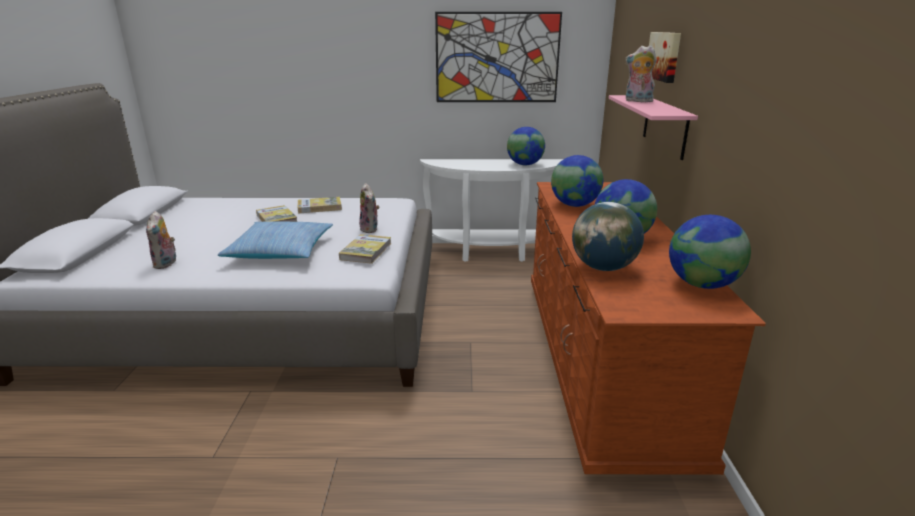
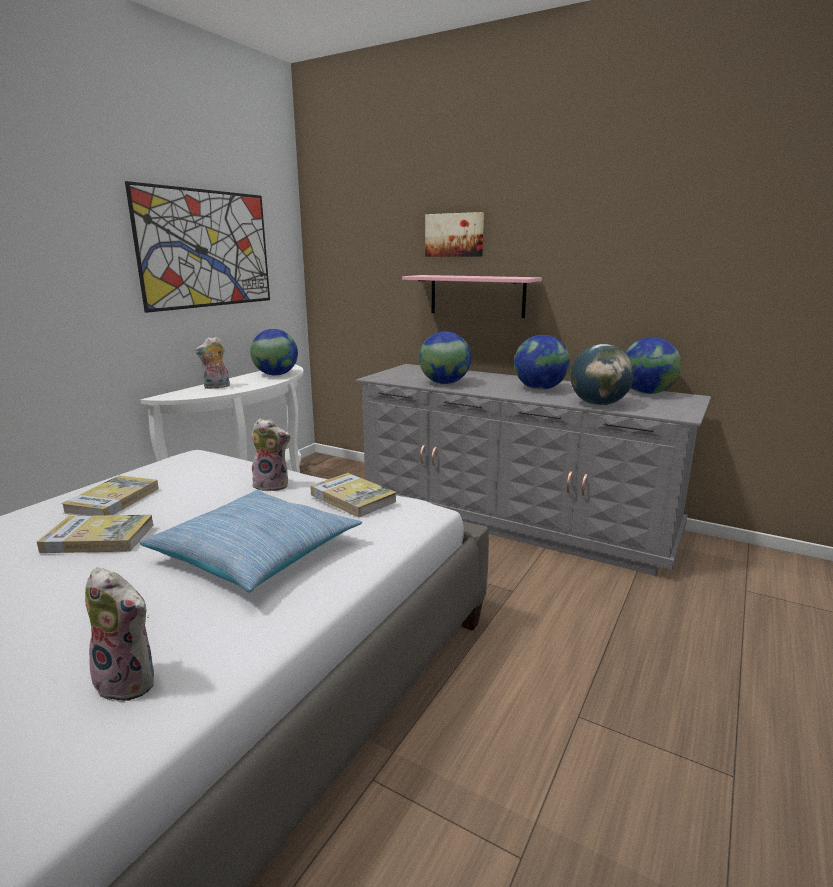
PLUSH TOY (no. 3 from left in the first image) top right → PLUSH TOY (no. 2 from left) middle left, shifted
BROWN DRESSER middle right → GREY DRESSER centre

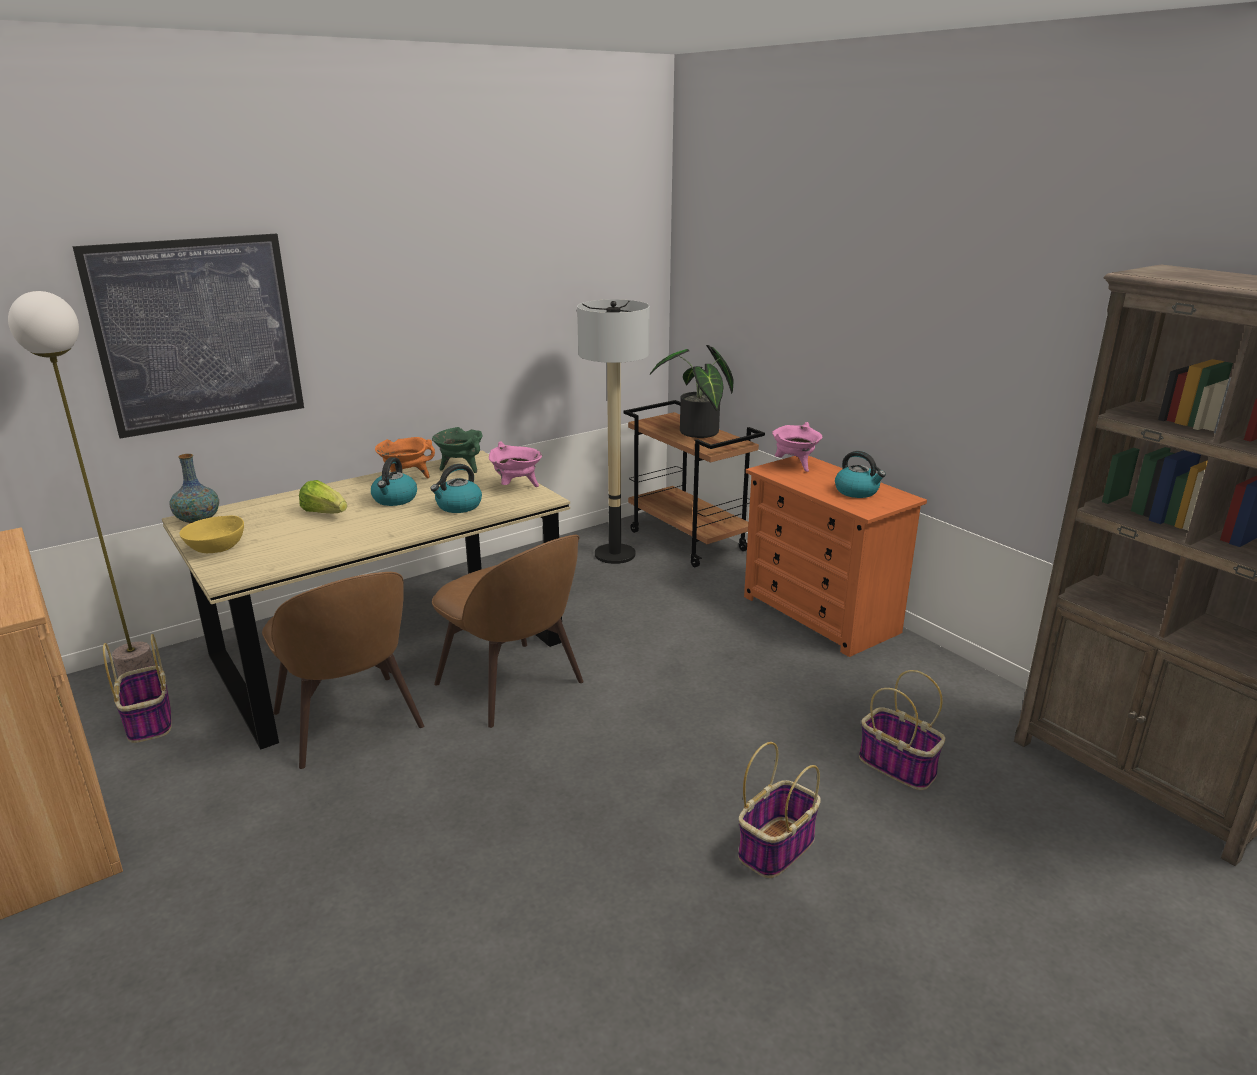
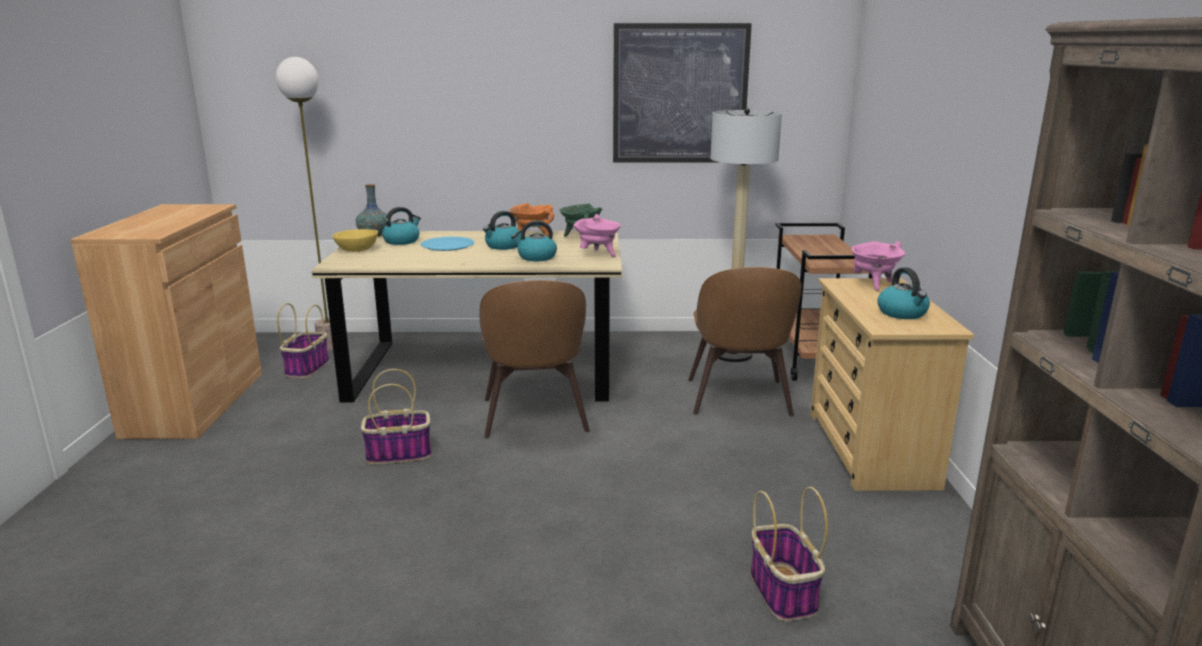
POTTED PLANT centre → -
- → KETTLE (no. 1 from left) centre
PICTURE top left → PICTURE top centre, shifted
BROWN CHAIR (no. 1 from left in the first image) middle left → BROWN CHAIR (no. 2 from left) centre, shifted
BASKET (no. 2 from left) bottom centre → BASKET (no. 2 from left) middle left, shifted
LETTUCE middle left → BLUE PLATE centre
ORANGE DRESSER centre → BEIGE DRESSER middle right

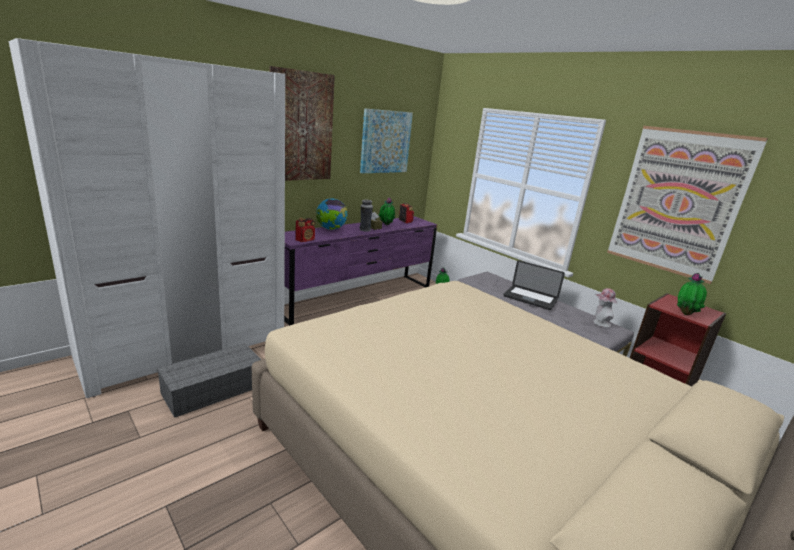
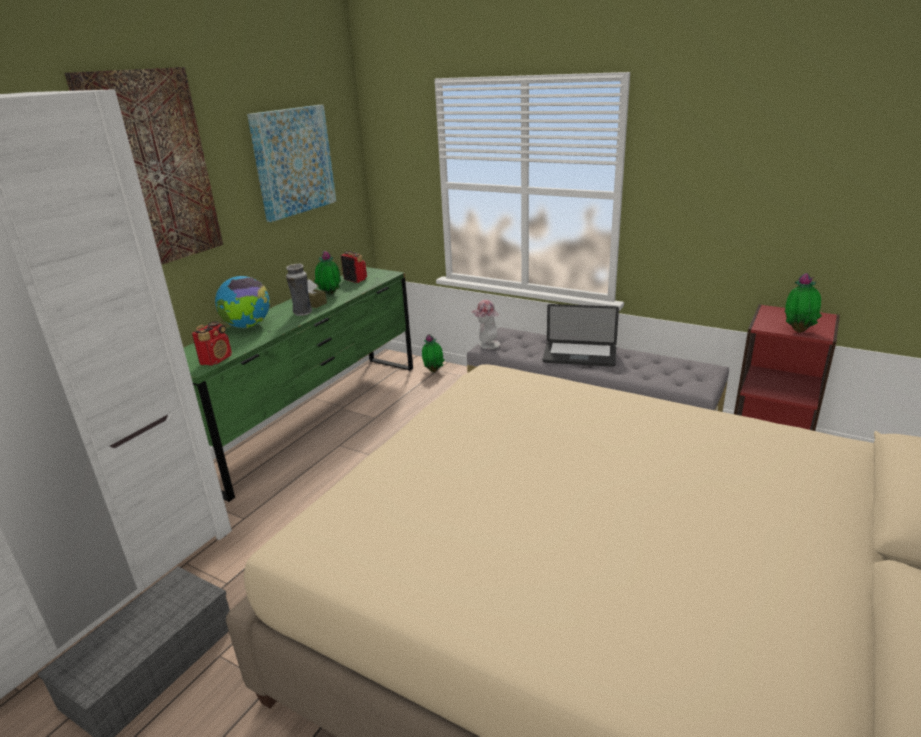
PICTURE (no. 3 from left) middle right → -
HAT middle right → HAT centre, shifted
PURPLE DRESSER centre → GREEN DRESSER middle left

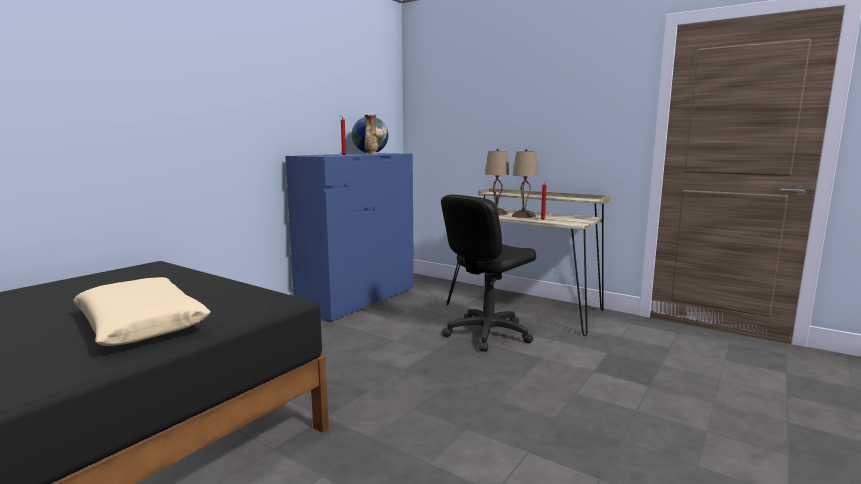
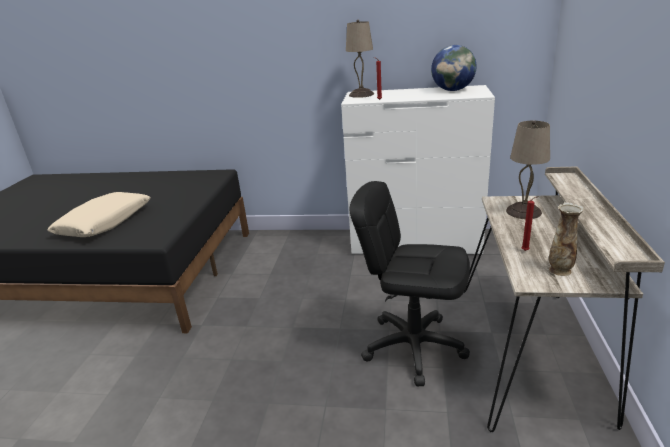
VASE top centre → VASE middle right, shifted
BEIGE TABLE LAMP (no. 2 from left in the first image) centre → BEIGE TABLE LAMP (no. 1 from left) top centre, shifted
BLUE DRESSER centre → WHITE DRESSER centre

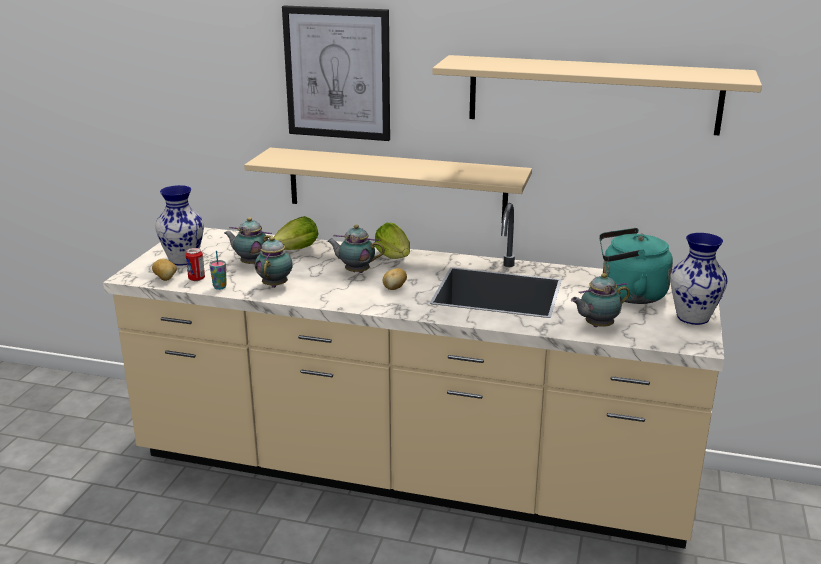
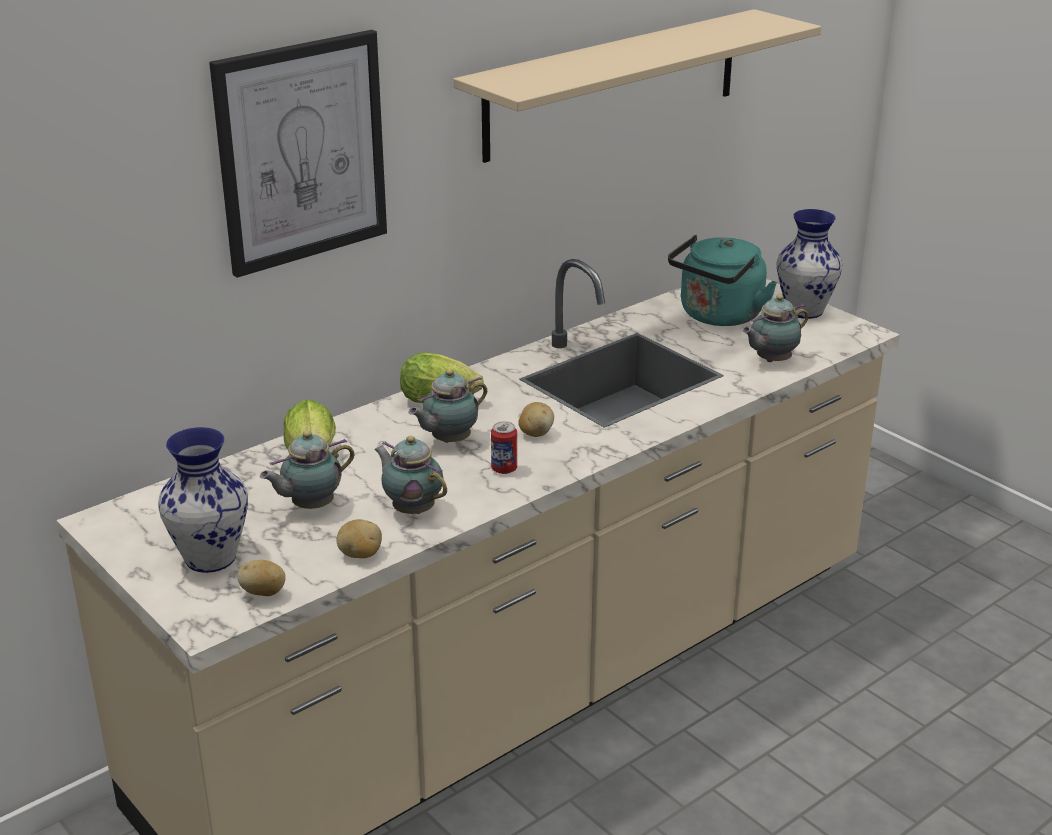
BEIGE SHELF (no. 1 from left) top centre → -
CAN middle left → CAN centre, shifted
CUP middle left → POTATO (no. 2 from left) centre
TEAPOT (no. 4 from left) middle right, 45 degrees clockwise

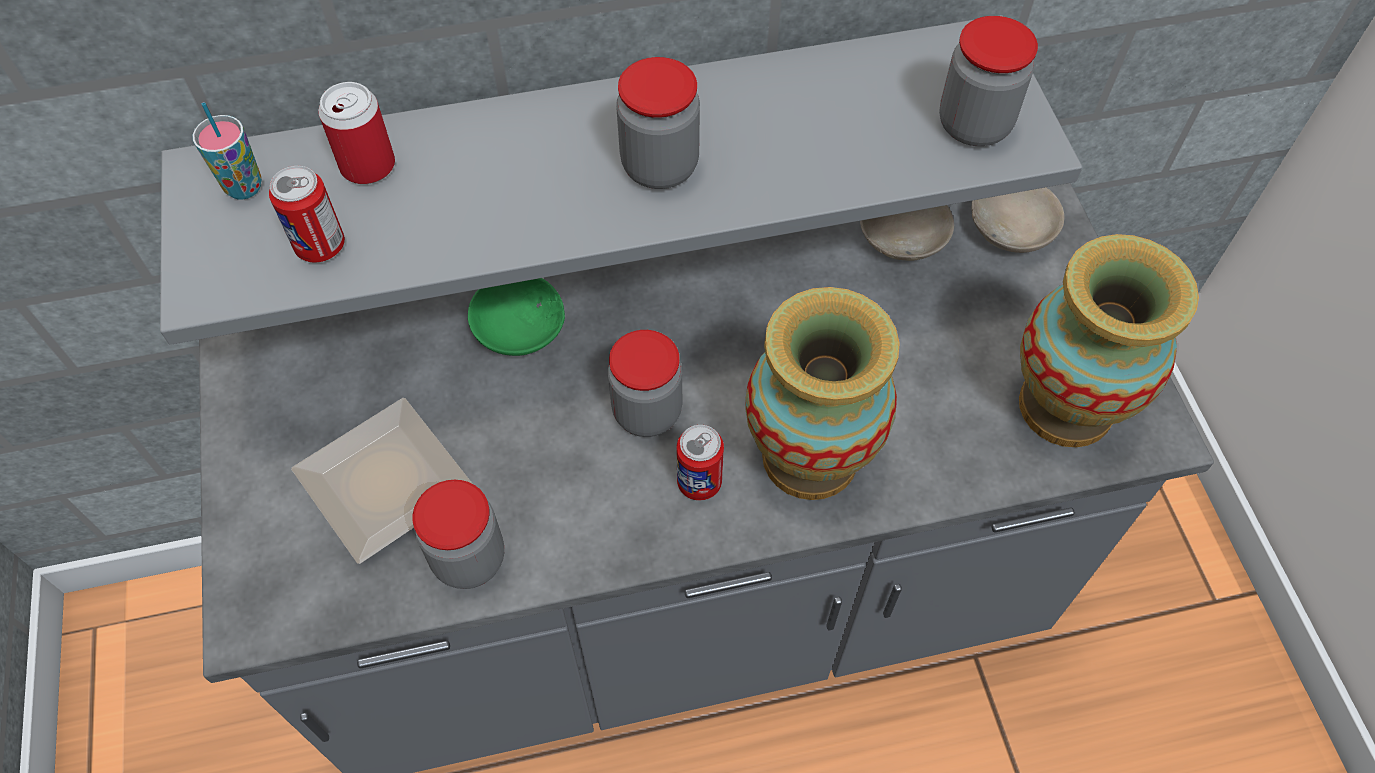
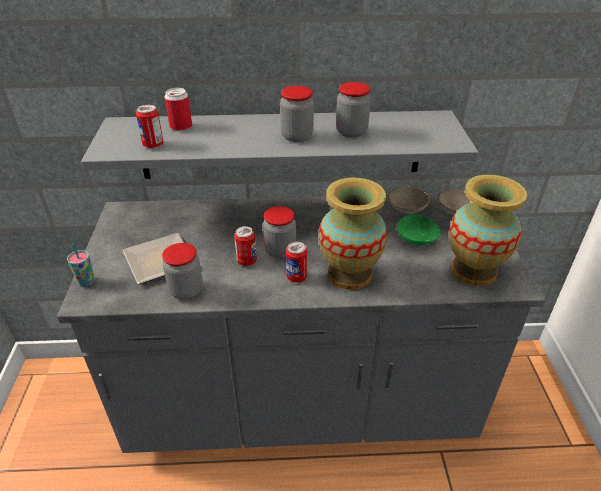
- → CAN (no. 3 from left) centre
CUP top left → CUP middle left, shifted
GREEN BOWL centre → GREEN BOWL middle right, shifted
JAR (no. 4 from left) top right → JAR (no. 4 from left) top centre, shifted

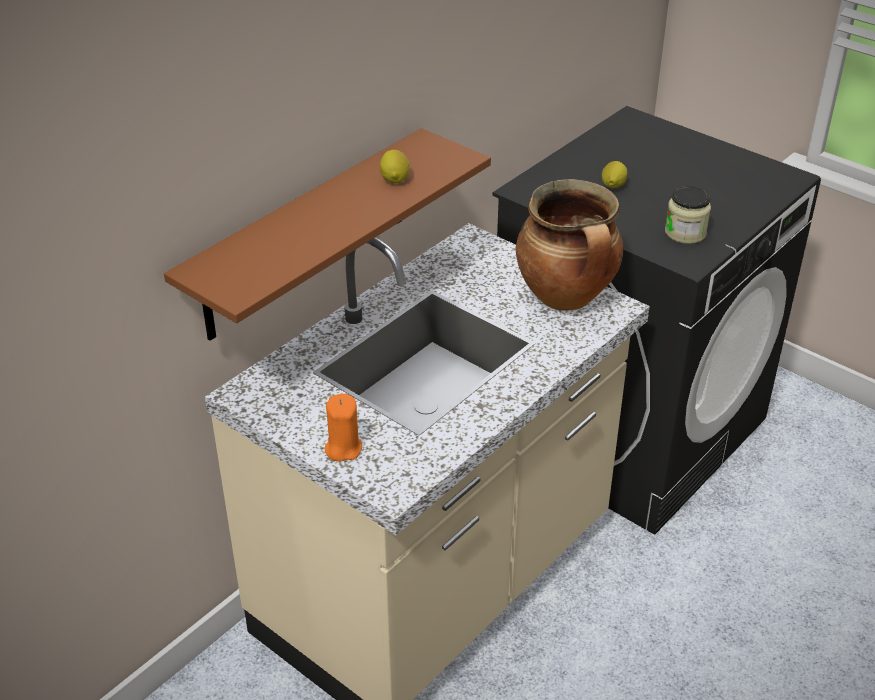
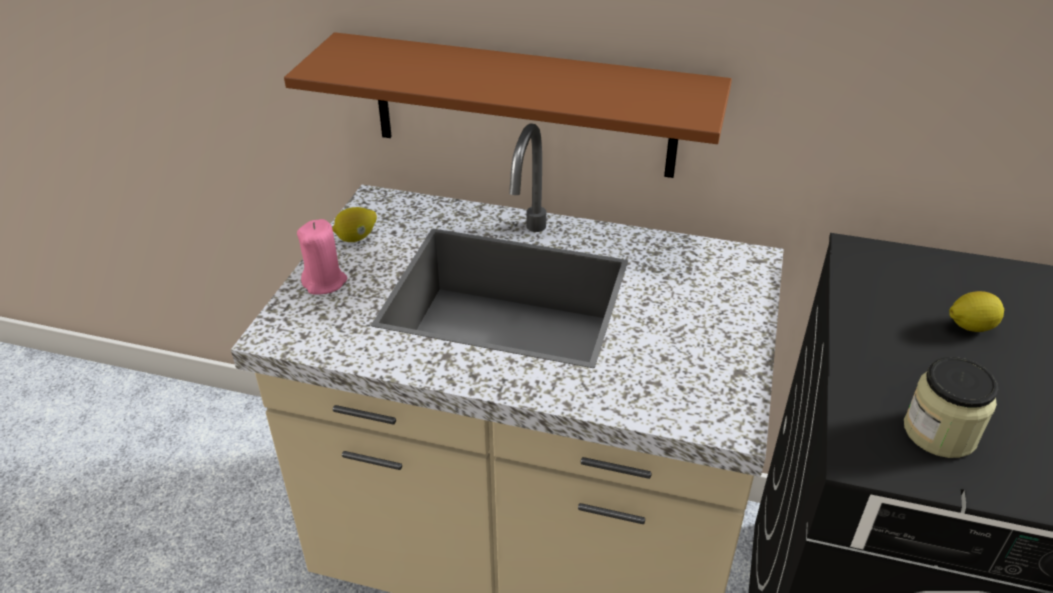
COOKING POT centre → -
LEMON (no. 1 from left) top centre → LEMON (no. 1 from left) centre, shifted
ORANGE CANDLE centre → PINK CANDLE middle left

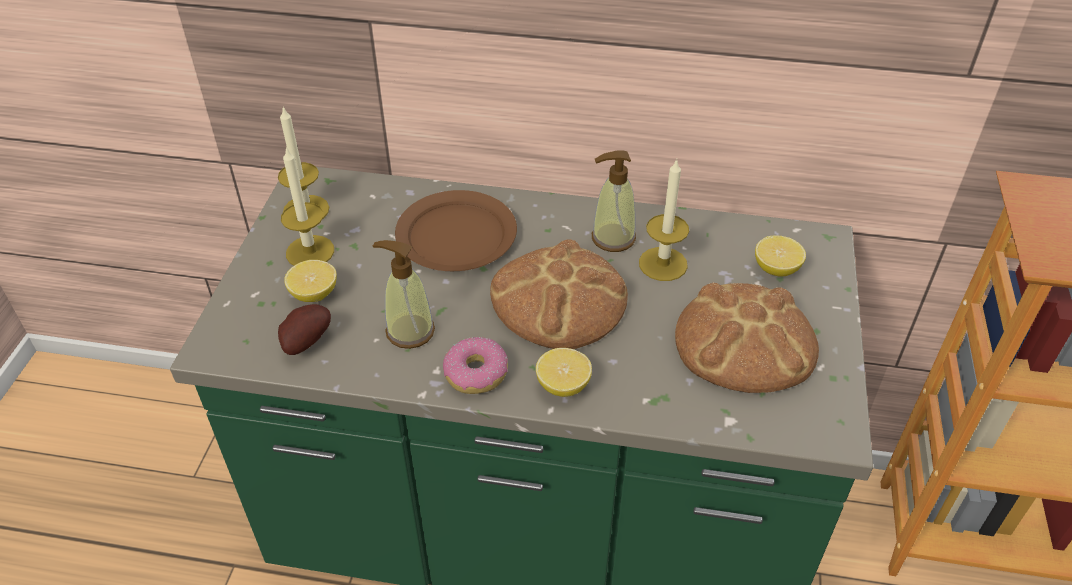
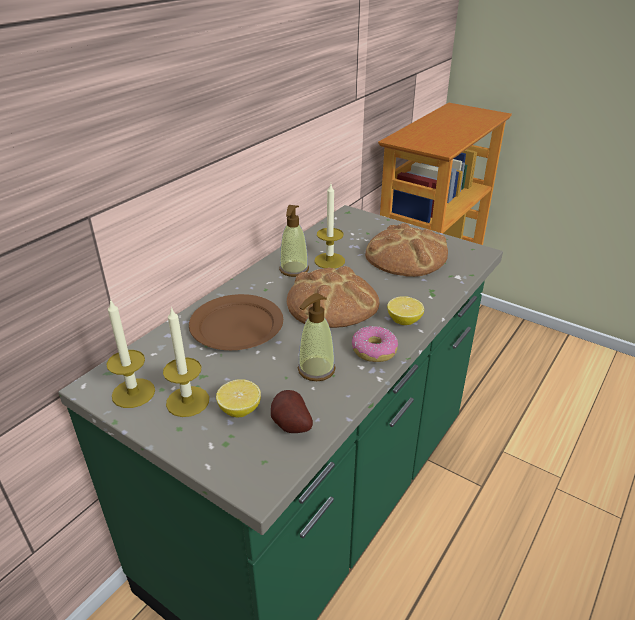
LEMON (no. 3 from left) middle right → -

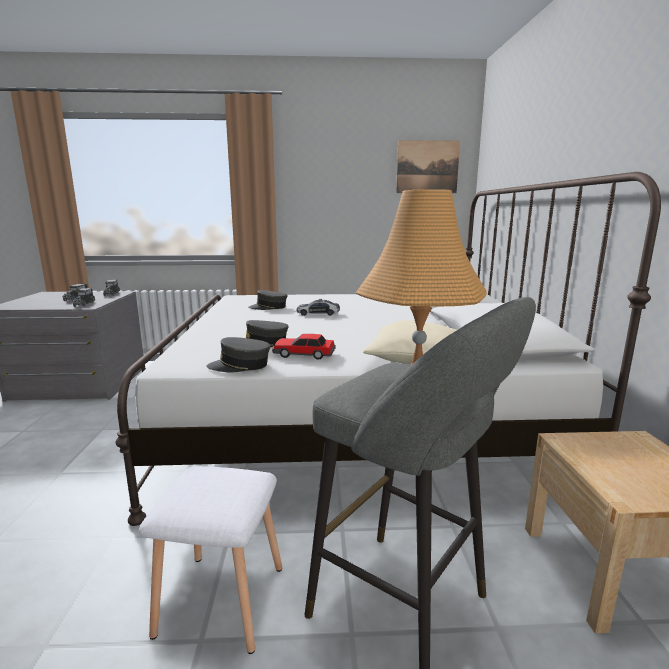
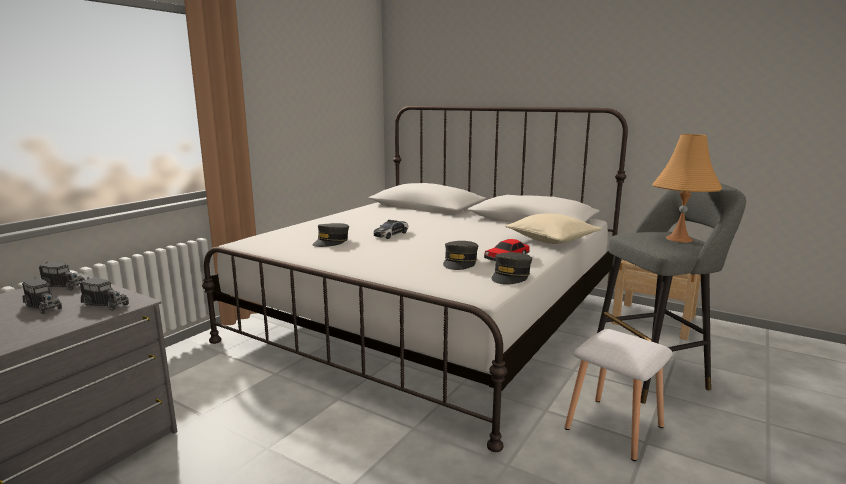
PICTURE top centre → -

